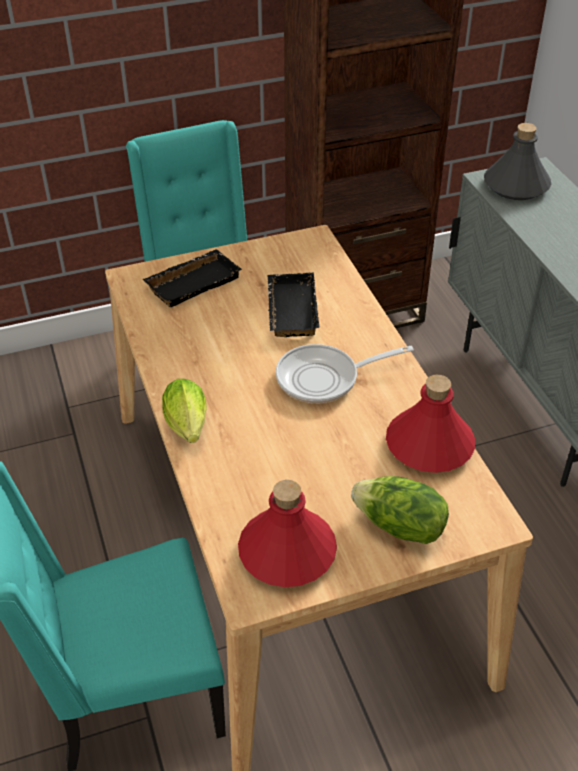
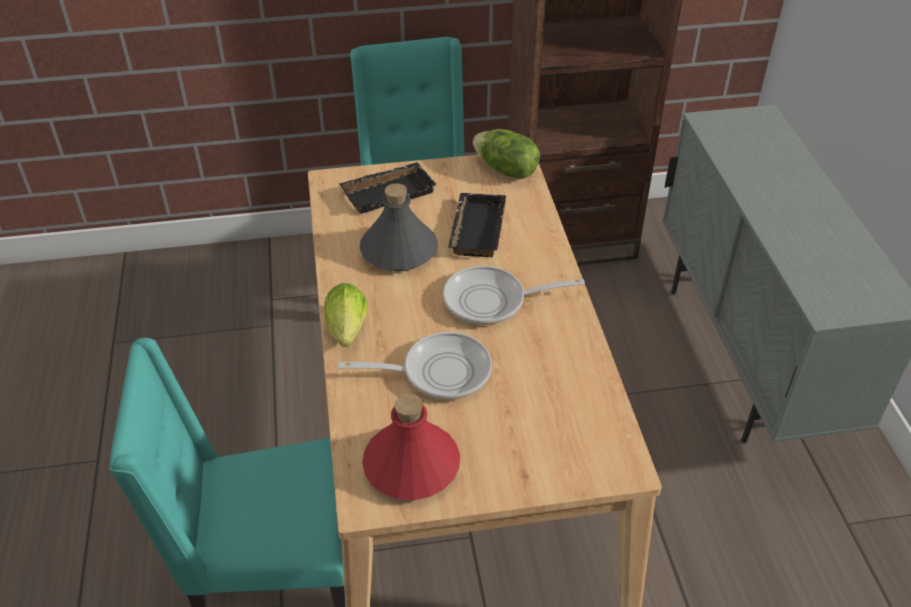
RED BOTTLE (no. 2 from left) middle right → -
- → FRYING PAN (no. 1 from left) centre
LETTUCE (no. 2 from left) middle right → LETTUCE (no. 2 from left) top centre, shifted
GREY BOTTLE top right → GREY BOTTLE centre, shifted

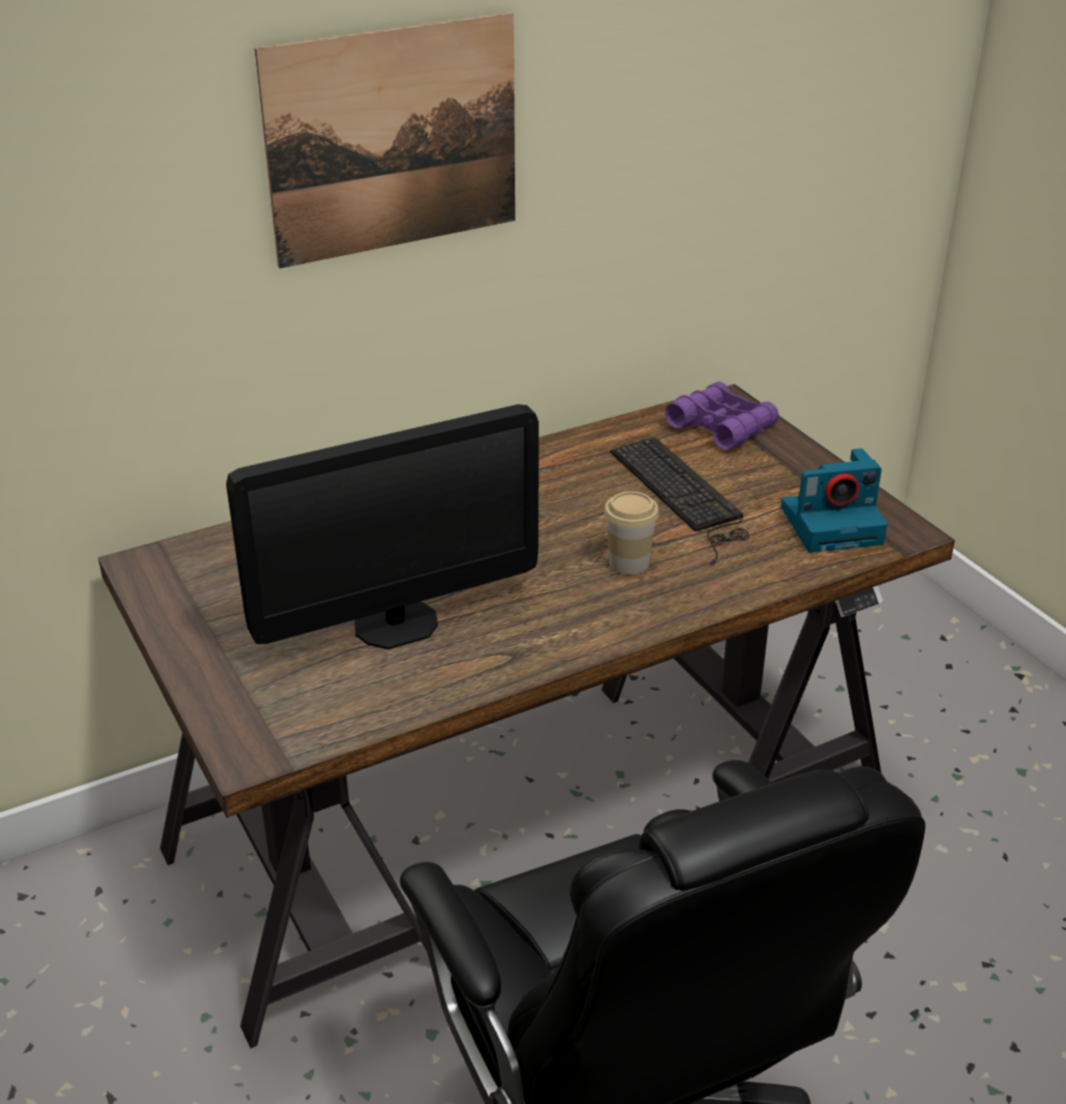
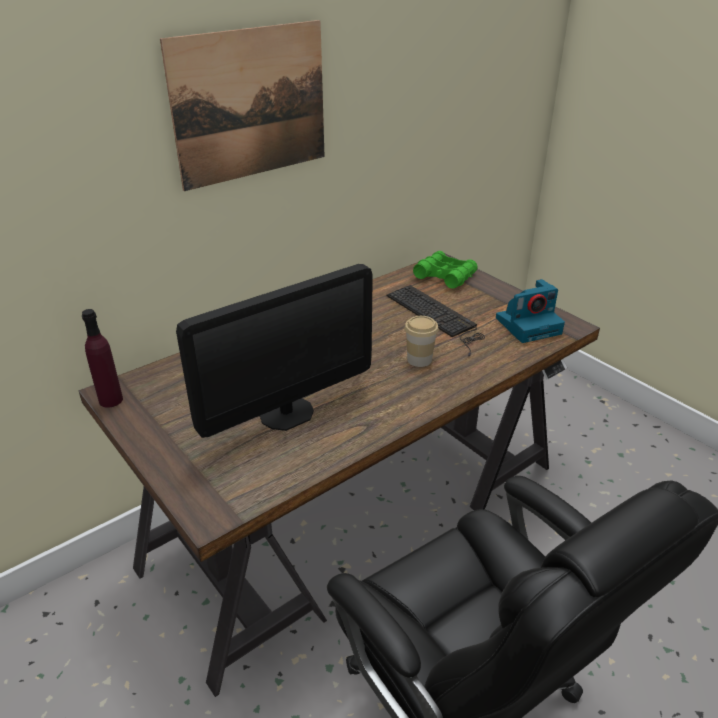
- → PURPLE BOTTLE middle left
PURPLE BINOCULARS middle right → GREEN BINOCULARS centre

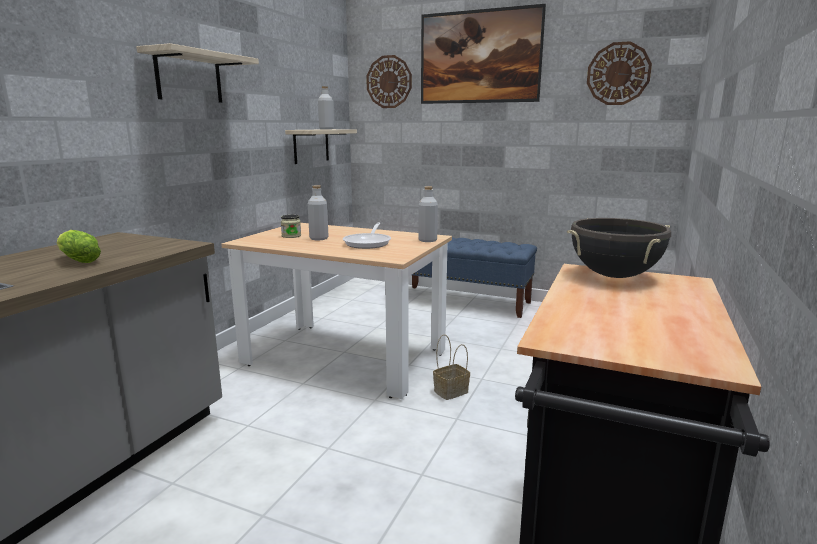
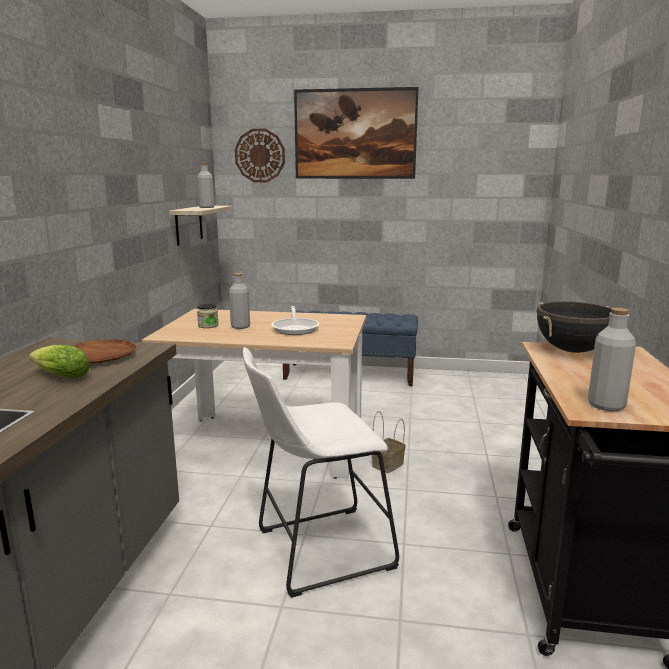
SHELF (no. 1 from left) top left → -
WALL CLOCK (no. 2 from left) top right → -
- → BROWN PLATE middle left
- → WHITE STOOL bottom centre
GREY BOTTLE (no. 3 from left) centre → GREY BOTTLE (no. 3 from left) middle right, shifted

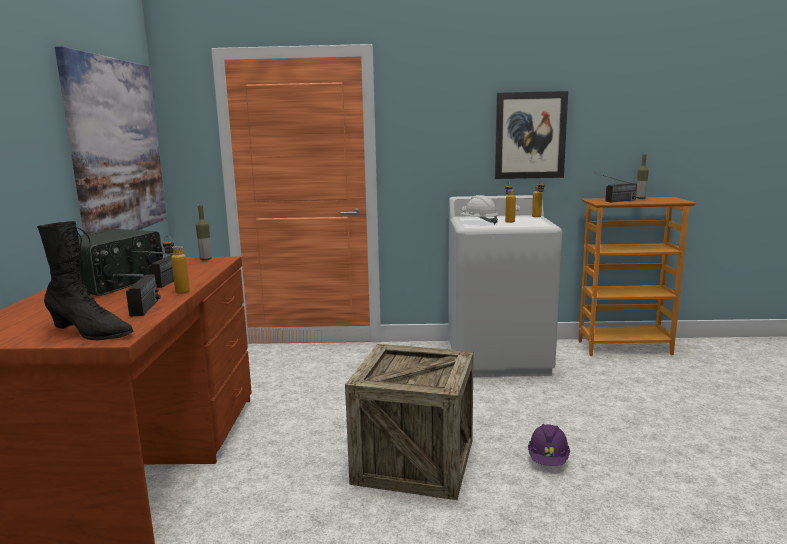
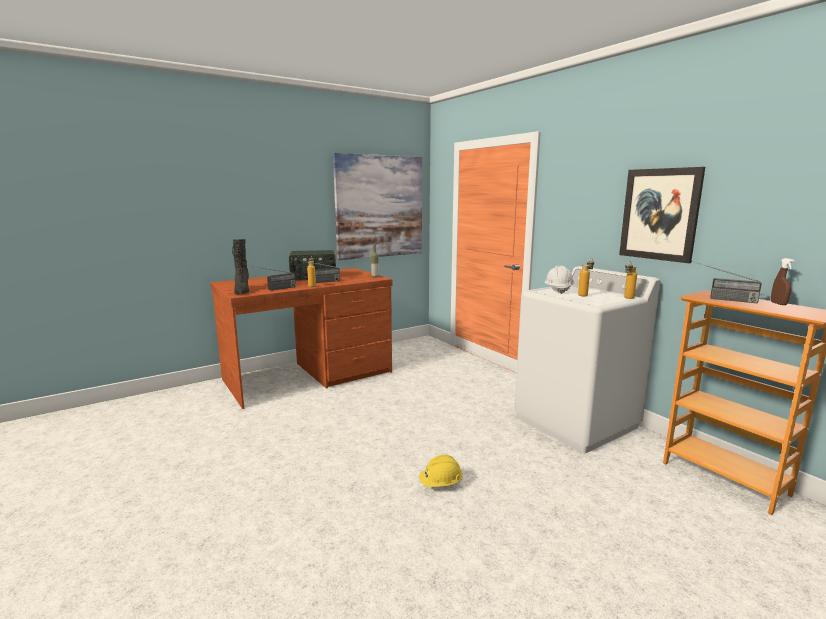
CRATE bottom centre → -
BOTTLE (no. 5 from left) top right → BROWN SPRAY BOTTLE middle right
PURPLE HARD HAT bottom right → YELLOW HARD HAT bottom centre

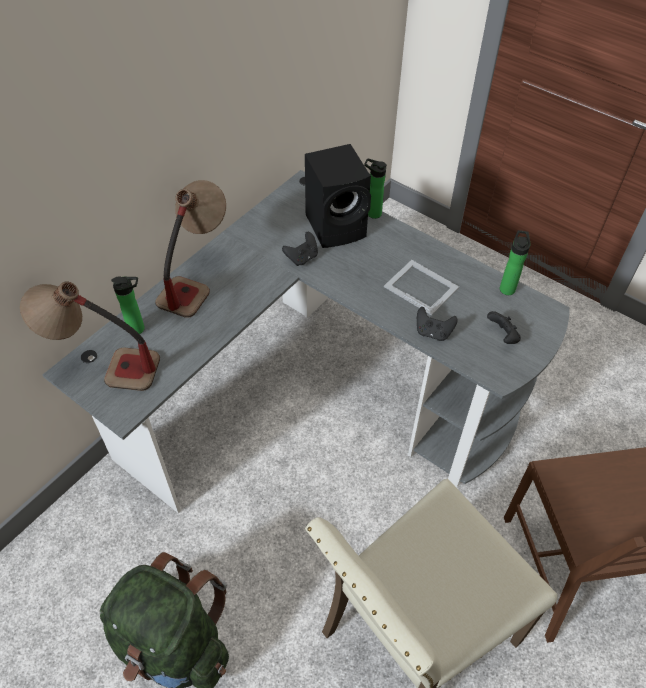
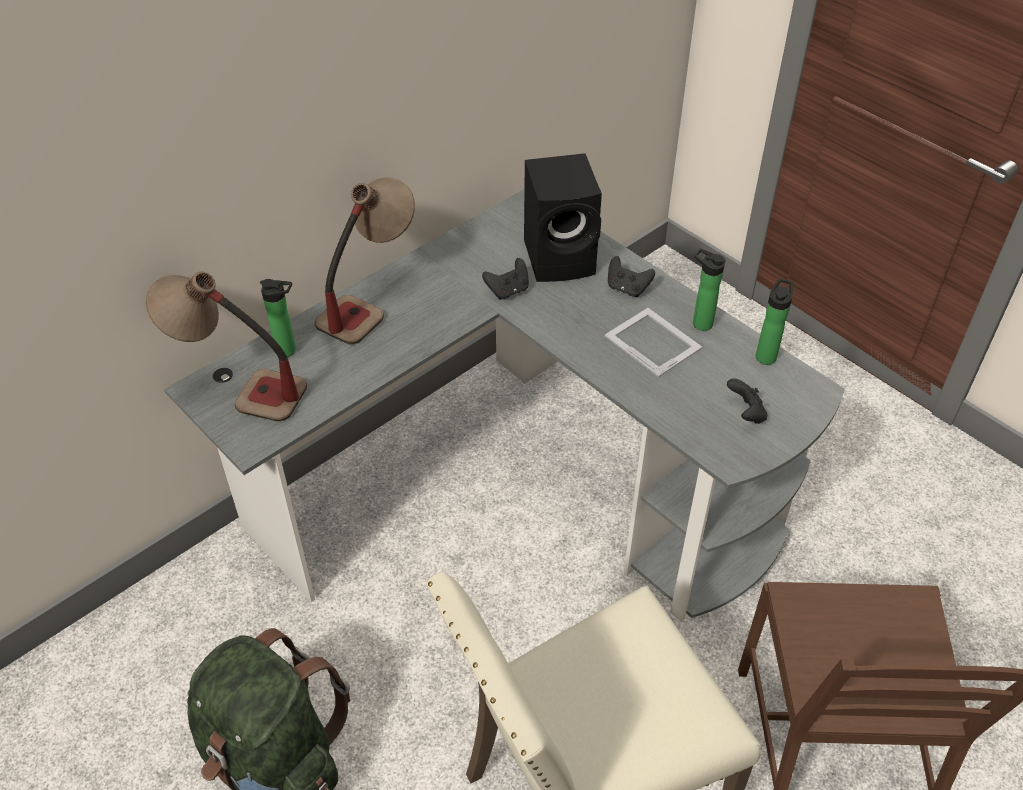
BOTTLE (no. 2 from left) top centre → BOTTLE (no. 2 from left) middle right, shifted
BLACK GAME CONTROLLER (no. 2 from left) middle right → BLACK GAME CONTROLLER (no. 2 from left) centre, shifted

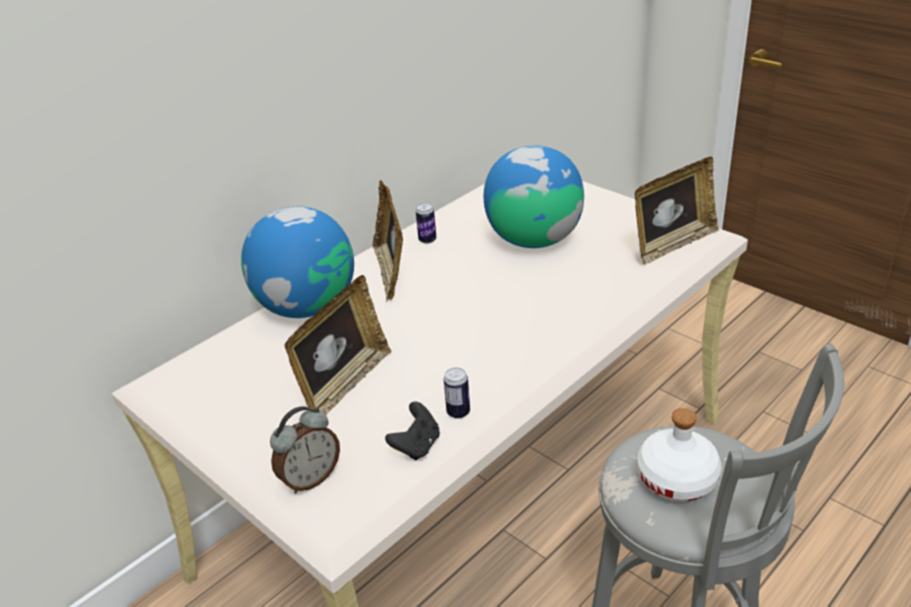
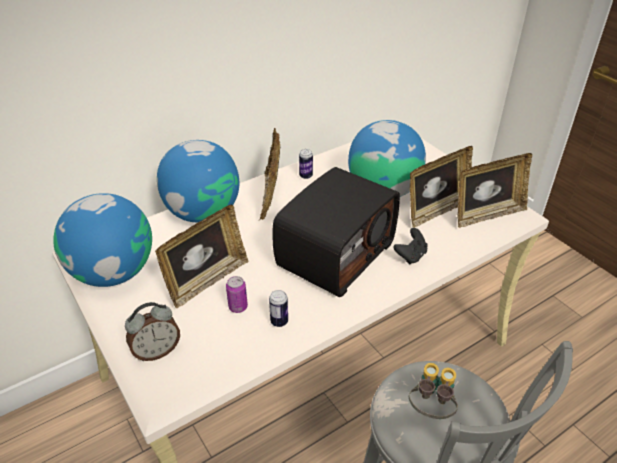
- → GLOBE (no. 1 from left) middle left
- → CAN (no. 1 from left) centre
- → RADIO centre
- → PICTURE FRAME (no. 3 from left) middle right
BLACK GAME CONTROLLER bottom centre → BLACK GAME CONTROLLER centre, shifted
WHITE BOTTLE bottom right → BINOCULARS bottom right

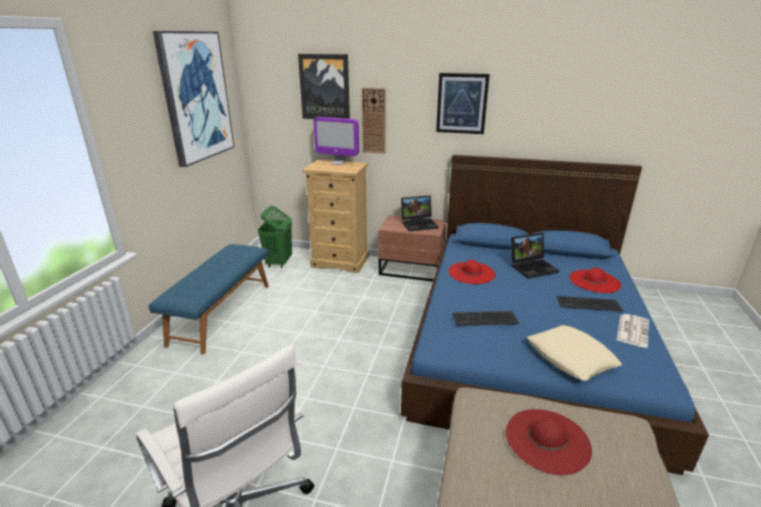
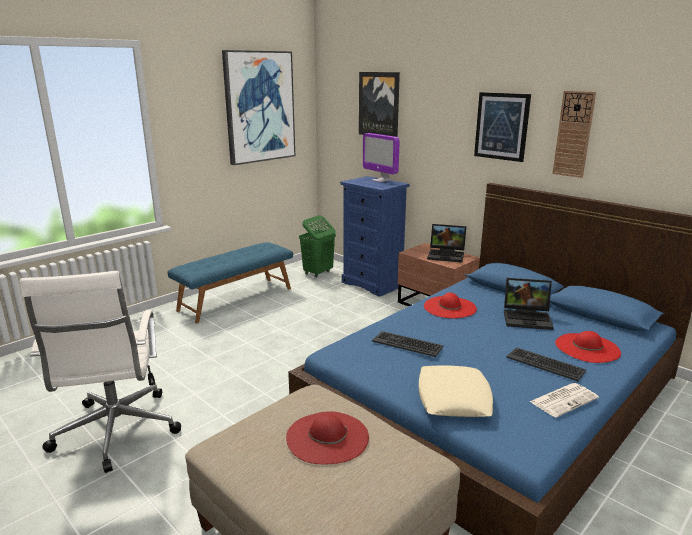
WALL CLOCK top centre → WALL CLOCK top right, shifted
BEIGE DRESSER centre → BLUE DRESSER centre

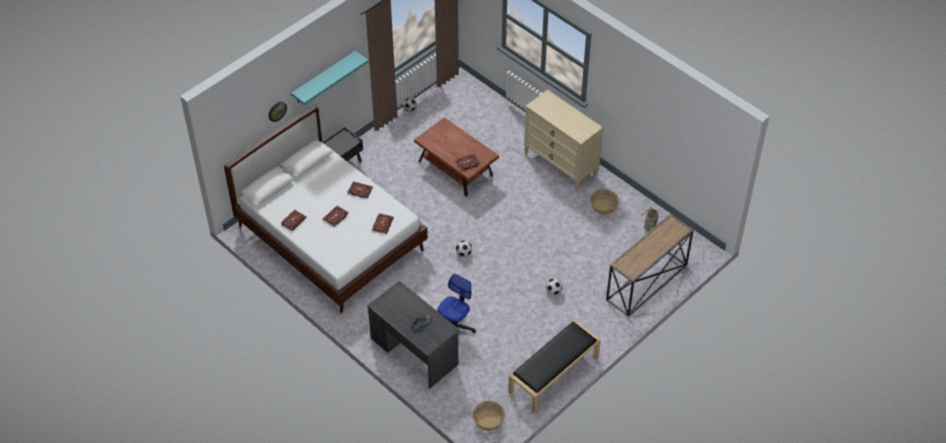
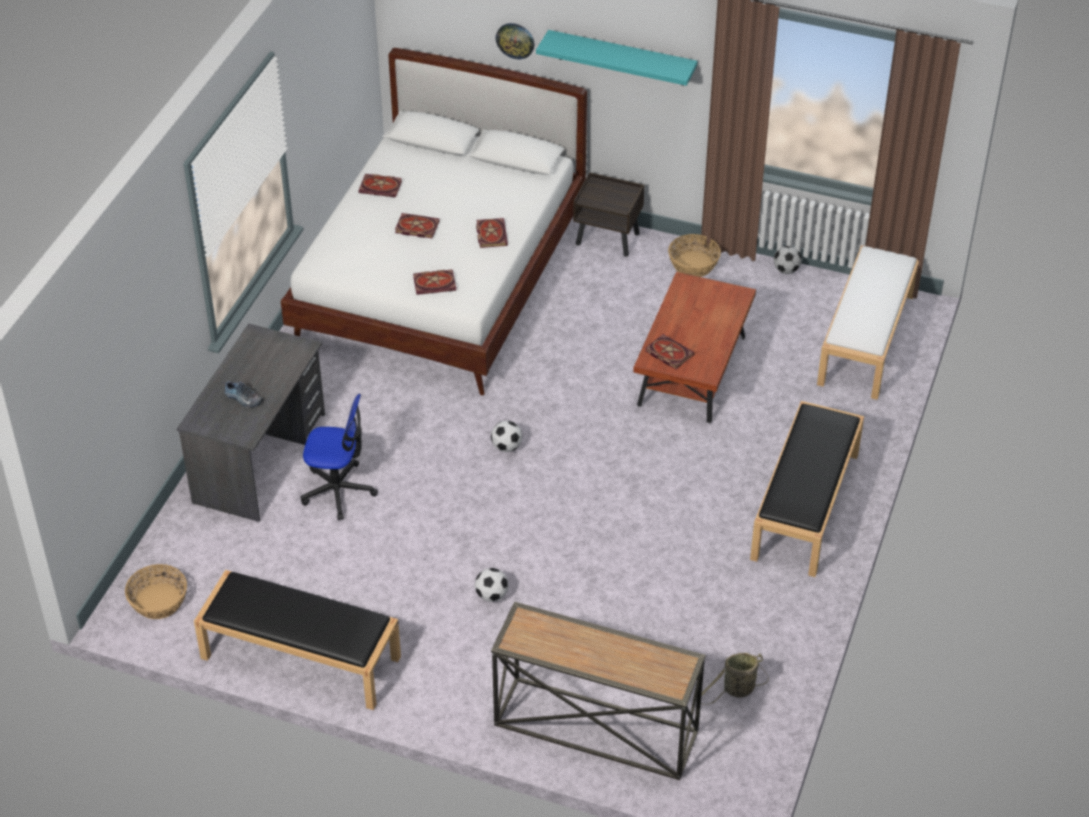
- → WHITE BENCH middle right
BASKET (no. 2 from left) centre → BASKET (no. 2 from left) top centre, shifted
BEIGE DRESSER top centre → BLACK BENCH (no. 2 from left) middle right

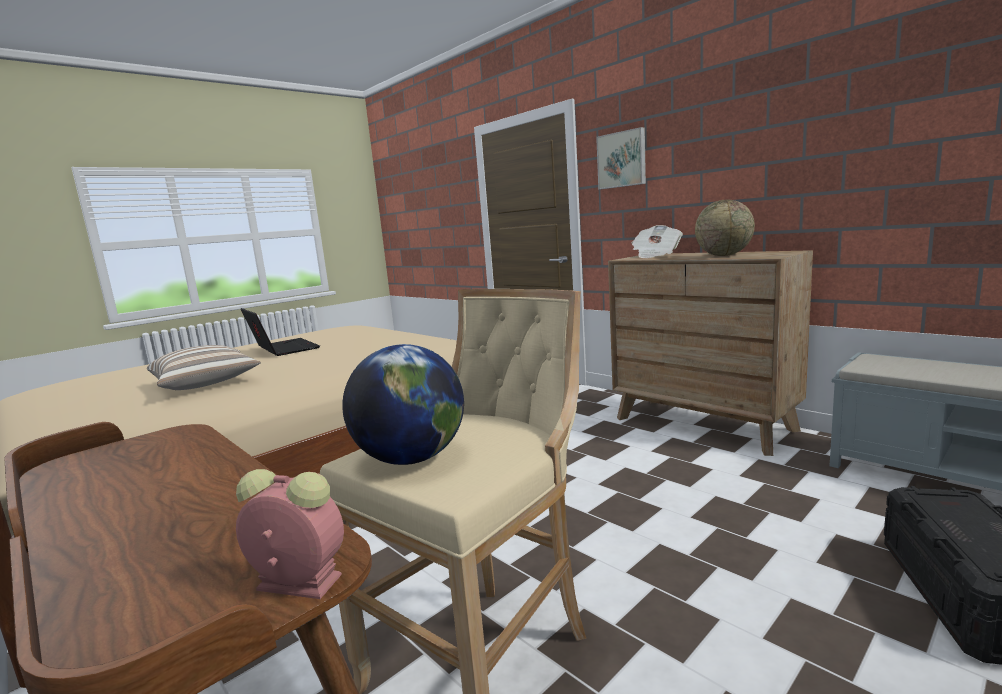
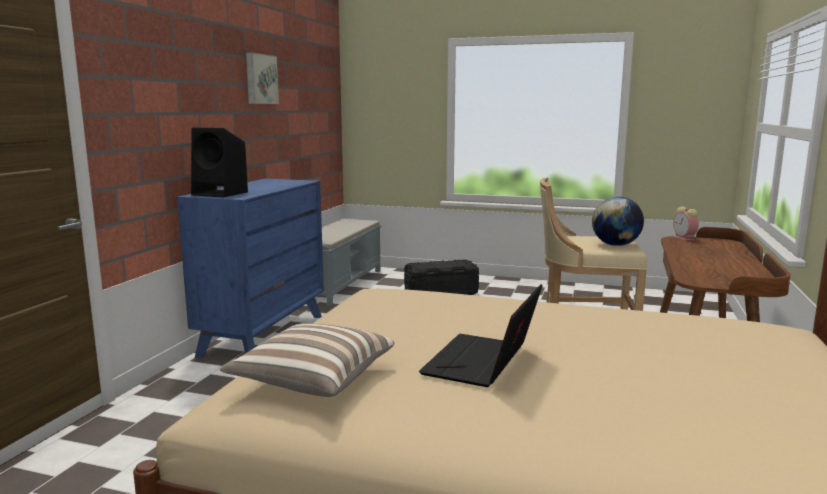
GLOBE (no. 2 from left) top right → -
PILLOW middle left → PILLOW bottom centre, shifted
PICTURE top centre → PICTURE top left, shifted
NEWSPAPER centre → BLACK SPEAKER top left
BROWN DRESSER middle right → BLUE DRESSER middle left

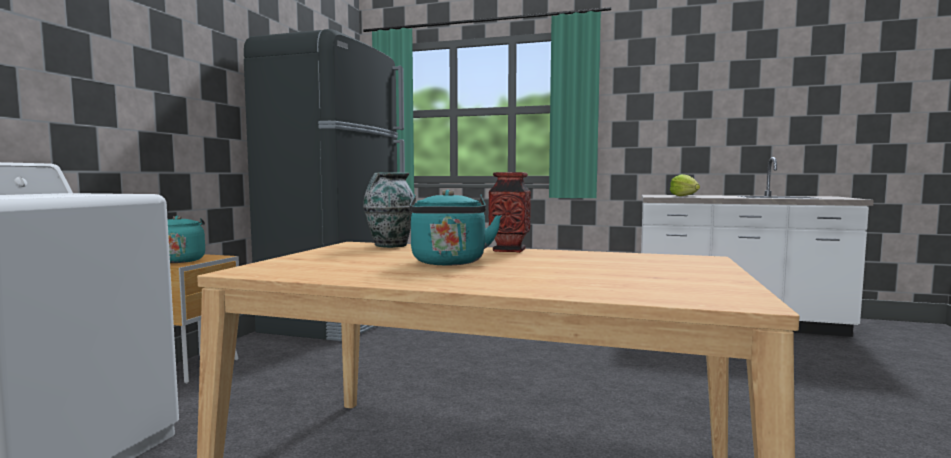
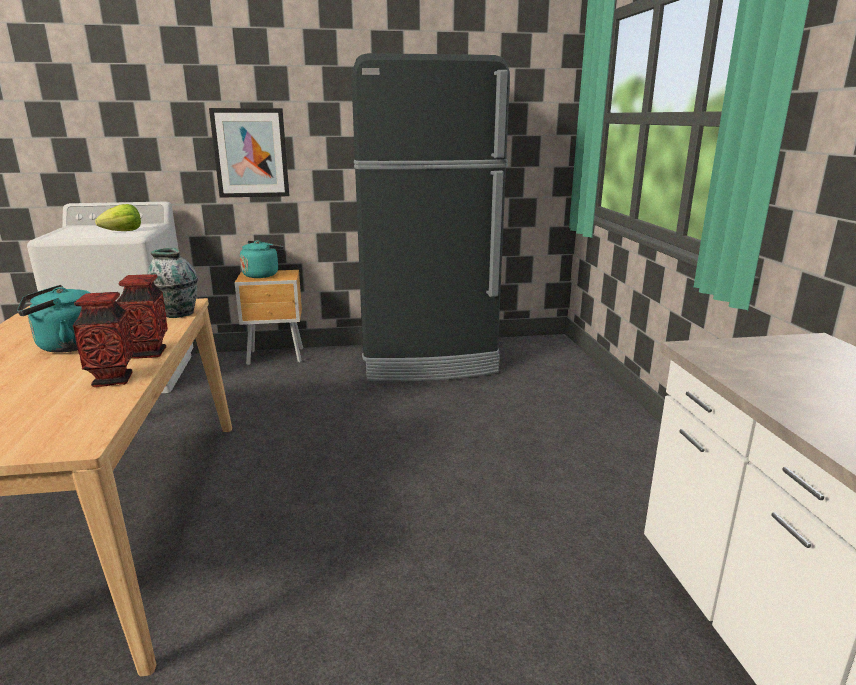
- → VASE (no. 1 from left) middle left
- → PICTURE top left
LETTUCE middle right → LETTUCE top left, shifted

